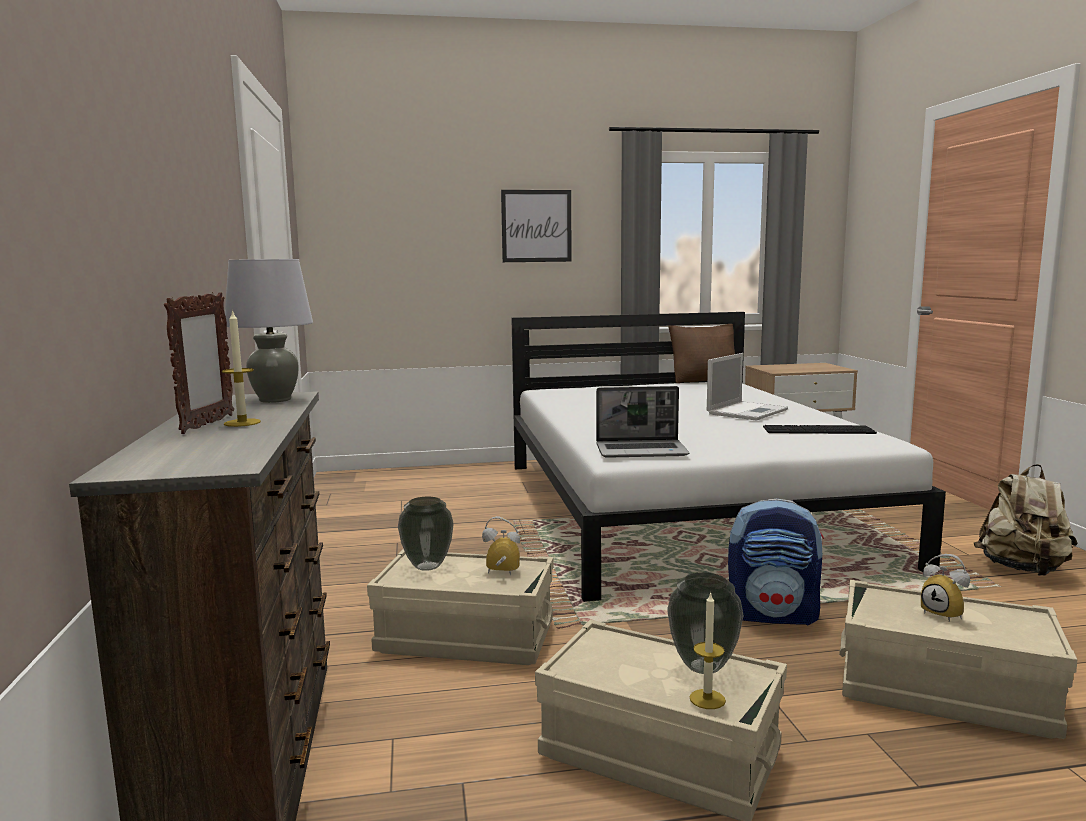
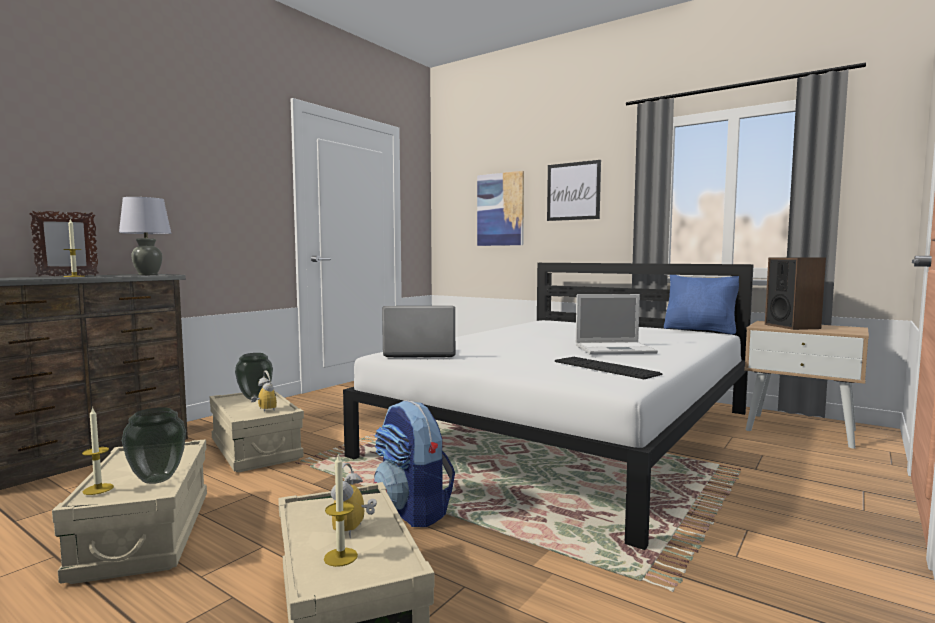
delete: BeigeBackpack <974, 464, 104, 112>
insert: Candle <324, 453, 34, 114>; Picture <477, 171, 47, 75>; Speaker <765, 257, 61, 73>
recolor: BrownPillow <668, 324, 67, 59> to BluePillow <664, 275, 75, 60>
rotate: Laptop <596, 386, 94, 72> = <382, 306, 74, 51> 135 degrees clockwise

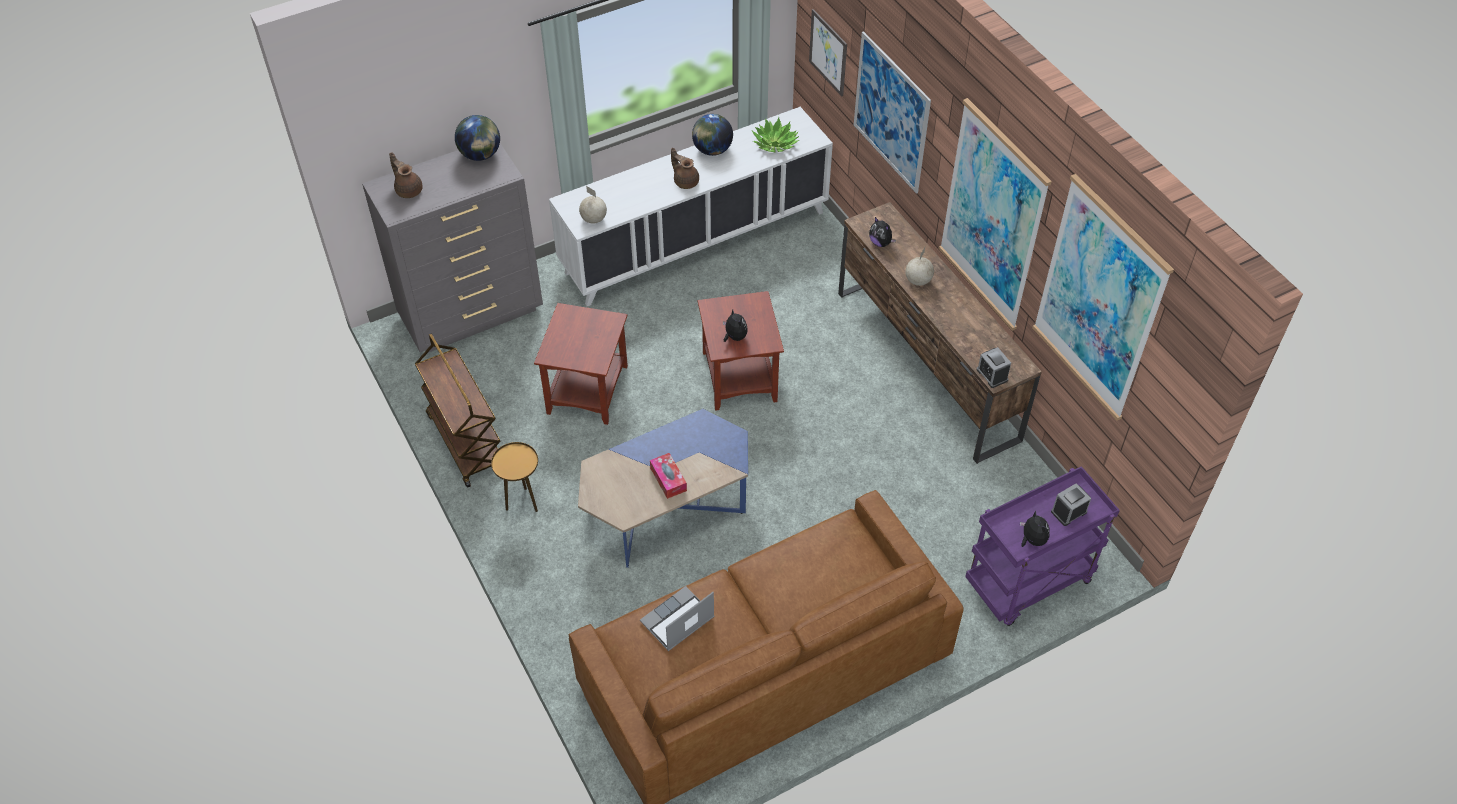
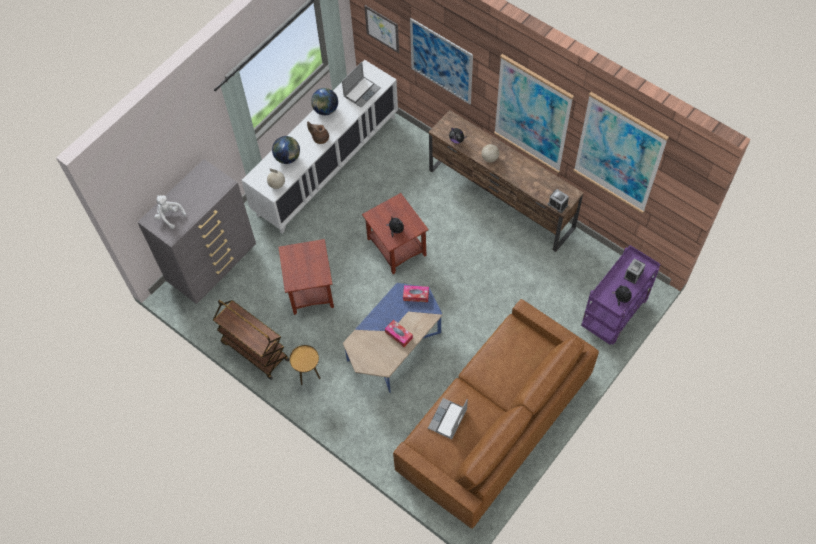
insert: TissueBox <403, 285, 26, 17>
move: Globe <455, 115, 45, 46> to <272, 136, 28, 28>
replace: BrownTeapot <389, 152, 34, 46> to WhitePlushToy <155, 195, 31, 34>; PottedPlant <751, 117, 48, 35> to Laptop <342, 62, 39, 46>

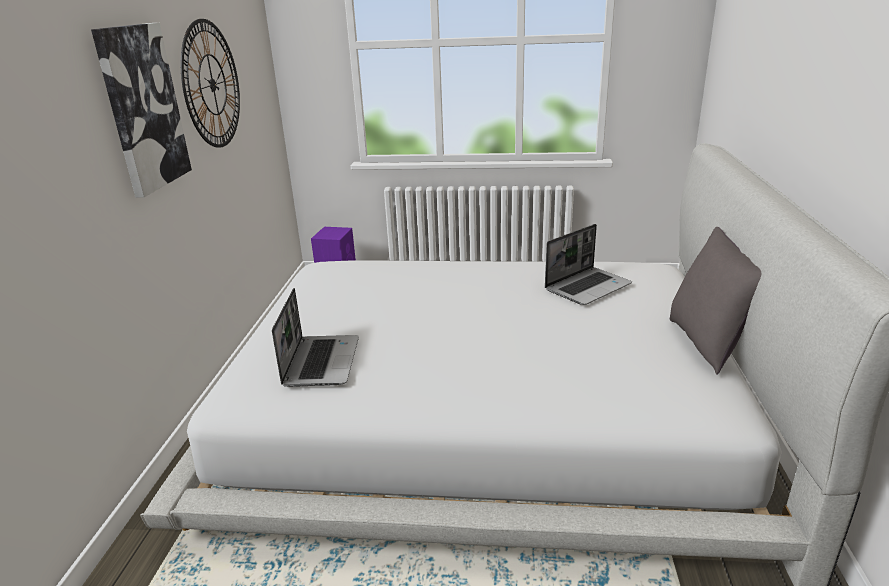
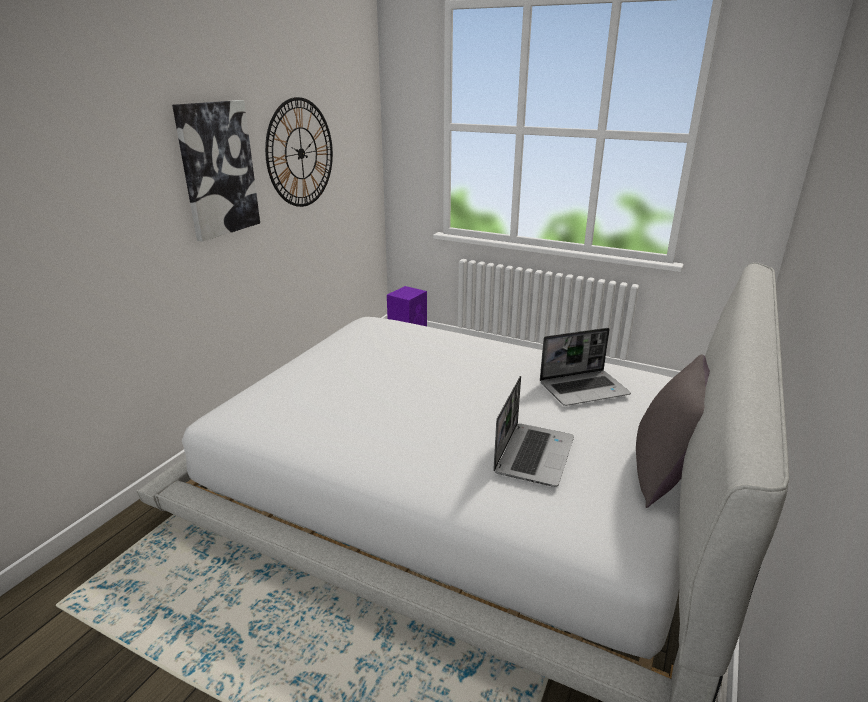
move: Laptop <272, 288, 87, 99> to <493, 376, 81, 111>

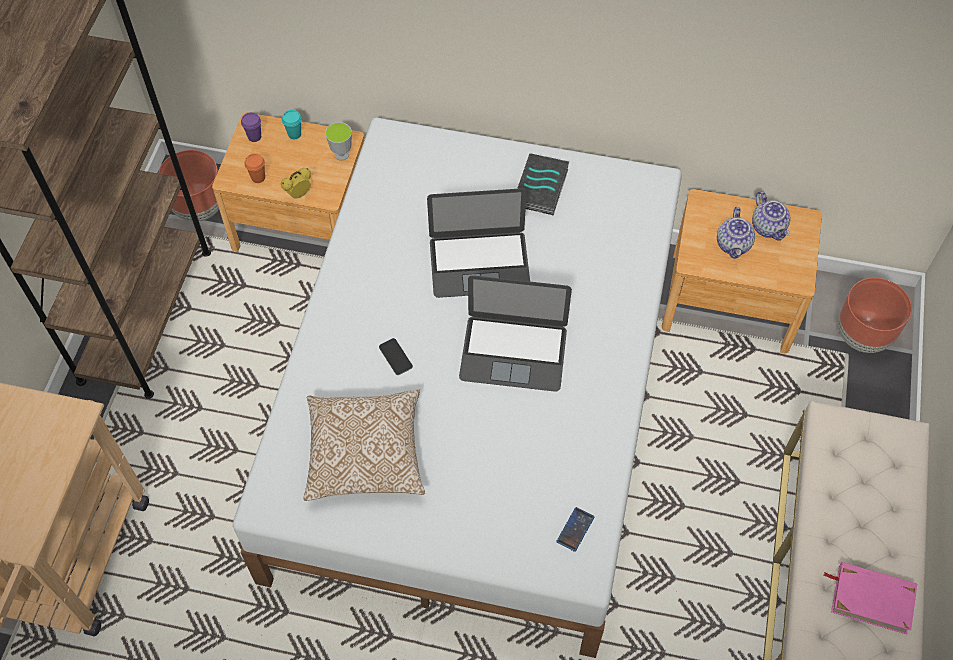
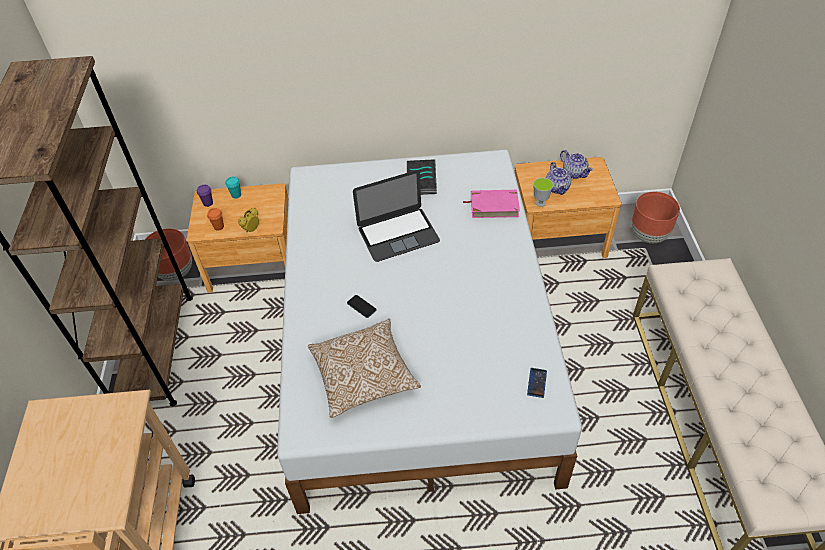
delete: Laptop <459, 275, 113, 117>
move: PinkBook <824, 562, 93, 72> to <463, 190, 57, 28>; Cup <325, 122, 27, 39> to <533, 178, 20, 29>

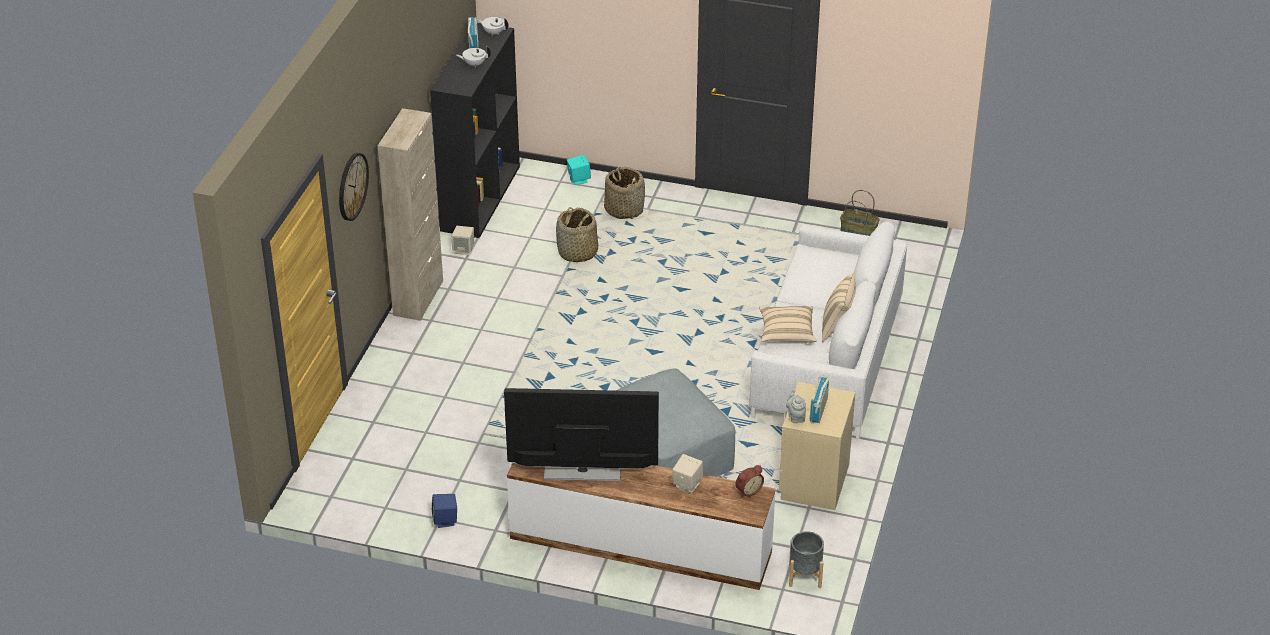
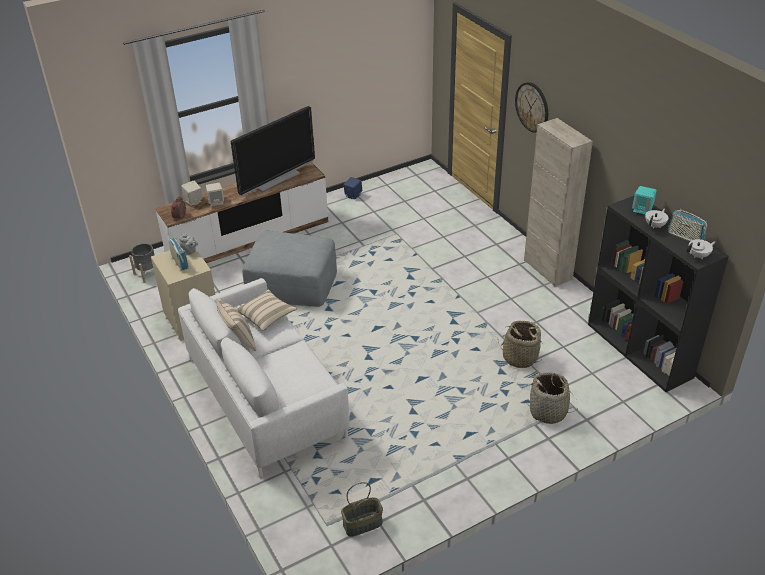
move: BeigeSpeaker <452, 226, 22, 29> to <181, 181, 22, 25>; TurquoiseSpeaker <567, 155, 24, 30> to <632, 186, 25, 29>

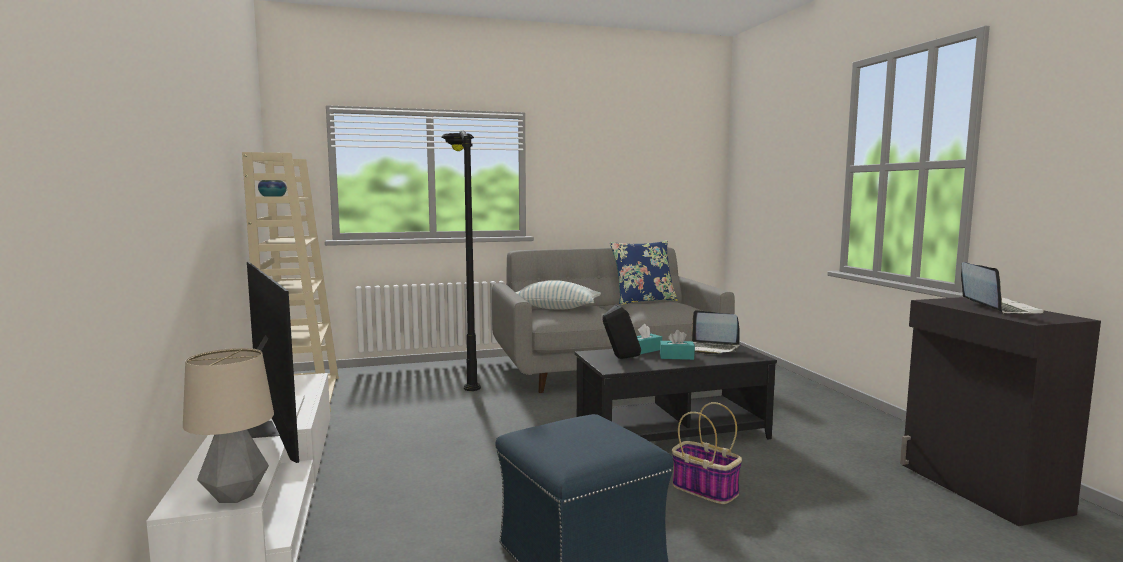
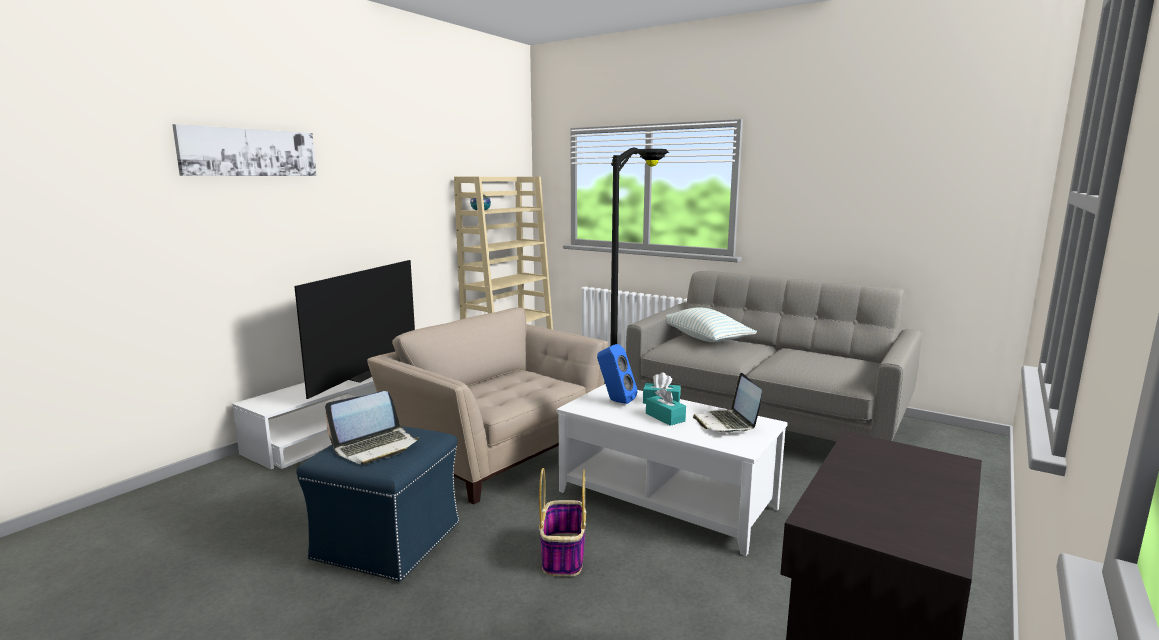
delete: TableLamp <183, 348, 91, 155>; BluePillow <610, 240, 68, 65>
insert: Picture <172, 124, 145, 52>; BeigeArmchair <367, 307, 241, 197>
move: Laptop <961, 262, 84, 52> to <325, 391, 95, 74>
recolor: BlackCoffeeTable <575, 345, 202, 96> to WhiteCoffeeTable <556, 384, 232, 172>; BlackSpeaker <602, 305, 39, 54> to BlueSpeaker <597, 344, 41, 60>

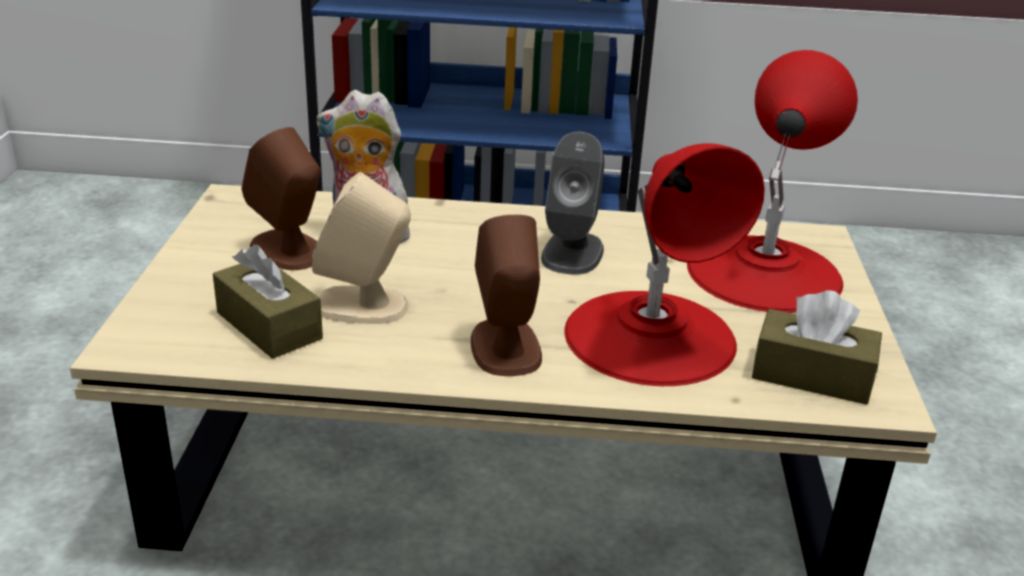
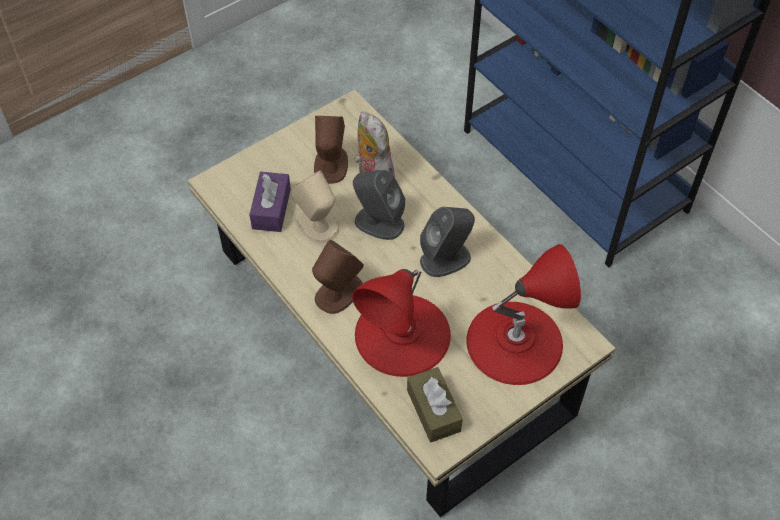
insert: GreySpeaker <353, 170, 52, 70>
recolor: BrownTissueBox <213, 244, 110, 115> to PurpleTissueBox <249, 172, 42, 60>

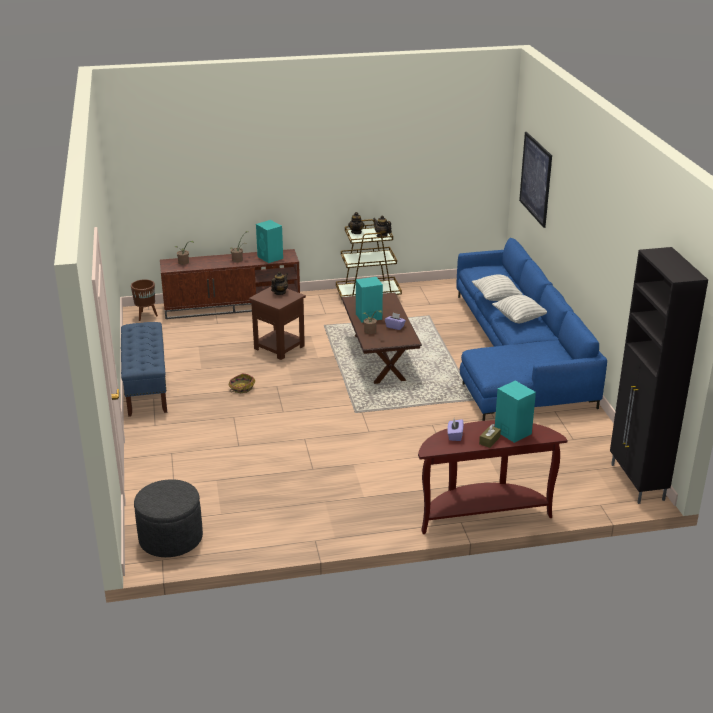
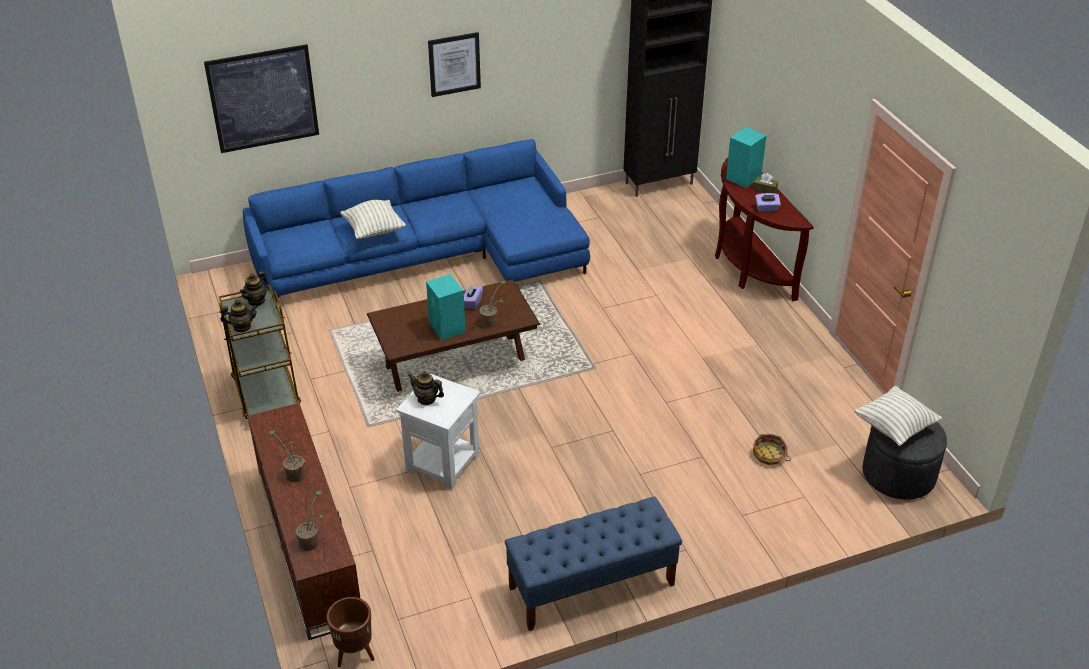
delete: TurquoiseSpeaker <256, 220, 27, 43>
insert: Picture <428, 32, 53, 65>
move: Basket <228, 373, 27, 20> to <753, 434, 38, 31>; Pillow <492, 295, 55, 28> to <854, 386, 88, 60>
recolor: BrownSideTable <249, 287, 57, 73> to WhiteSideTable <396, 373, 84, 116>

